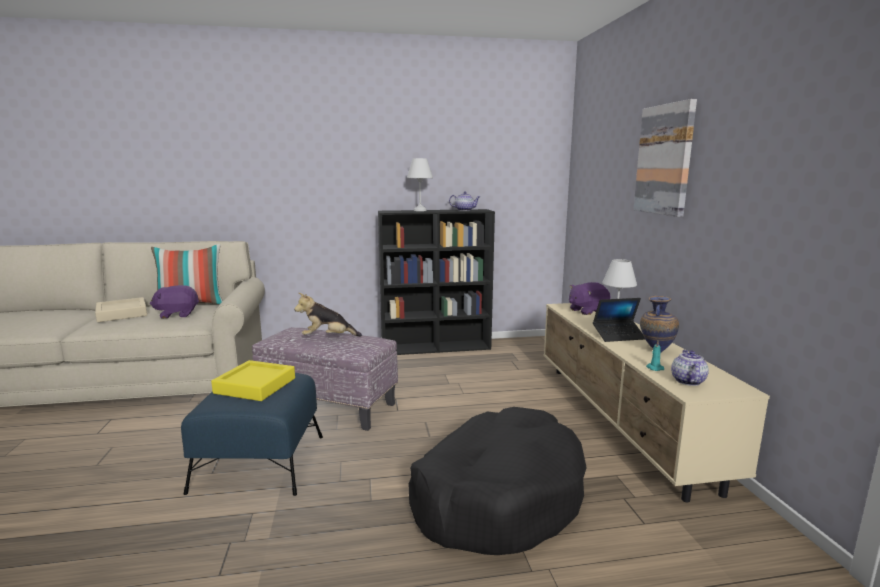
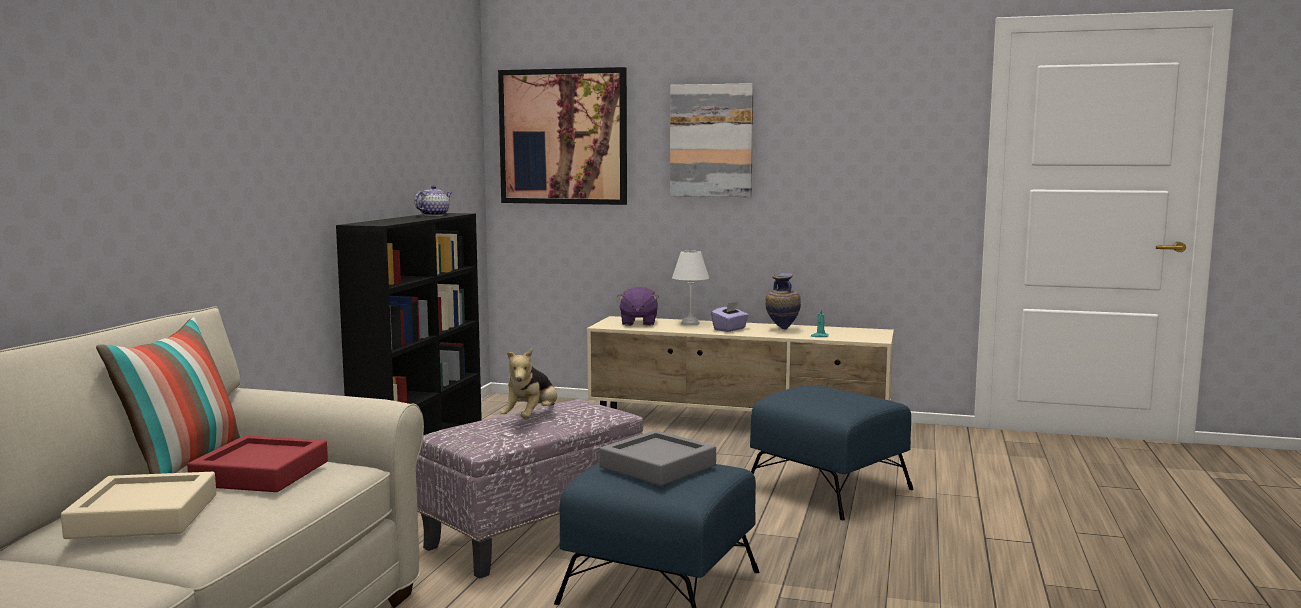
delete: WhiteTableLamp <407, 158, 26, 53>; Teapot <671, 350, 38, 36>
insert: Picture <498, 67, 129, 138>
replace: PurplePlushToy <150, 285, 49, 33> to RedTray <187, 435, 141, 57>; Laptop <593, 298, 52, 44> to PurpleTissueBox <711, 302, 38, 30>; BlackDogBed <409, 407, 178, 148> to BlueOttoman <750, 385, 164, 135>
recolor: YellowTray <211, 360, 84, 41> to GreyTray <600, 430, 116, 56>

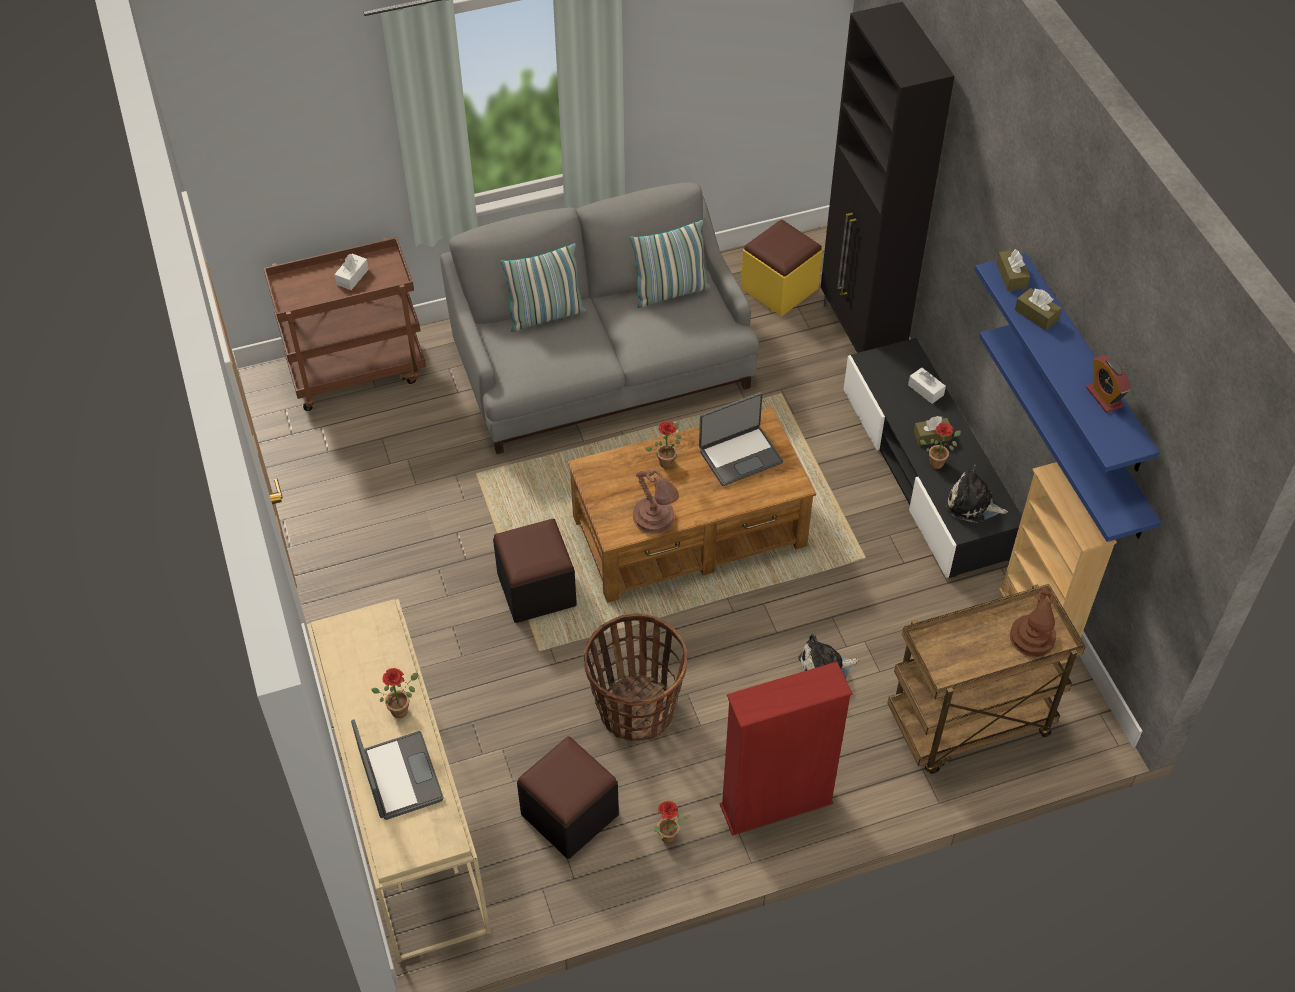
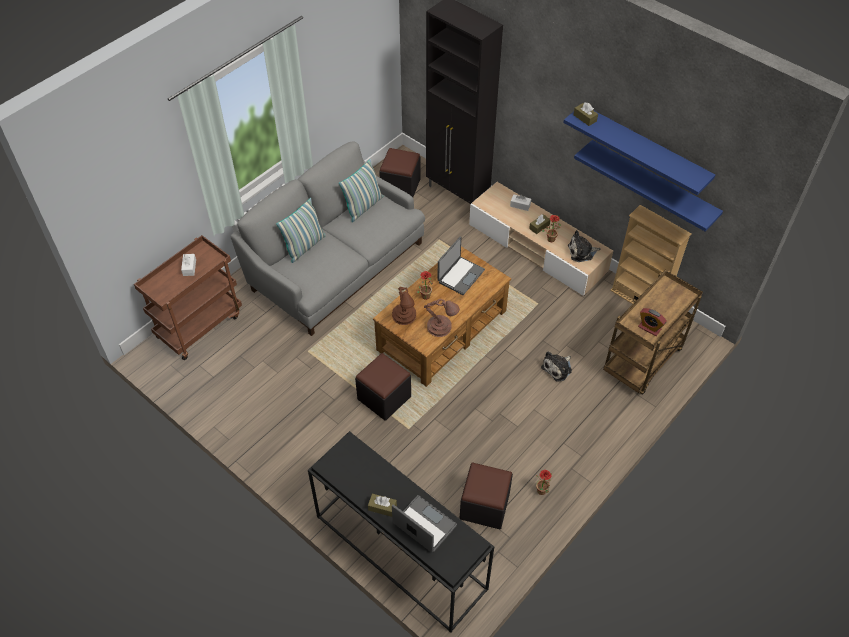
delete: PottedPlant <372, 668, 46, 50>; Basket <584, 613, 103, 129>; RedBookcase <720, 662, 133, 173>
move: BrownTissueBox <1015, 288, 47, 43> to <368, 494, 29, 23>; BrownTableLamp <1010, 586, 46, 71> to <392, 287, 24, 38>; AlarmClock <1086, 355, 45, 58> to <638, 308, 29, 28>
recolor: BeigeConsoleTable <307, 599, 184, 364> to BlackConsoleTable <308, 431, 186, 202>; YellowOttoman <741, 220, 81, 96> to BlackOttoman <379, 148, 42, 49>; BlackTvStand <843, 338, 179, 240> to BeigeTvStand <469, 182, 144, 114>

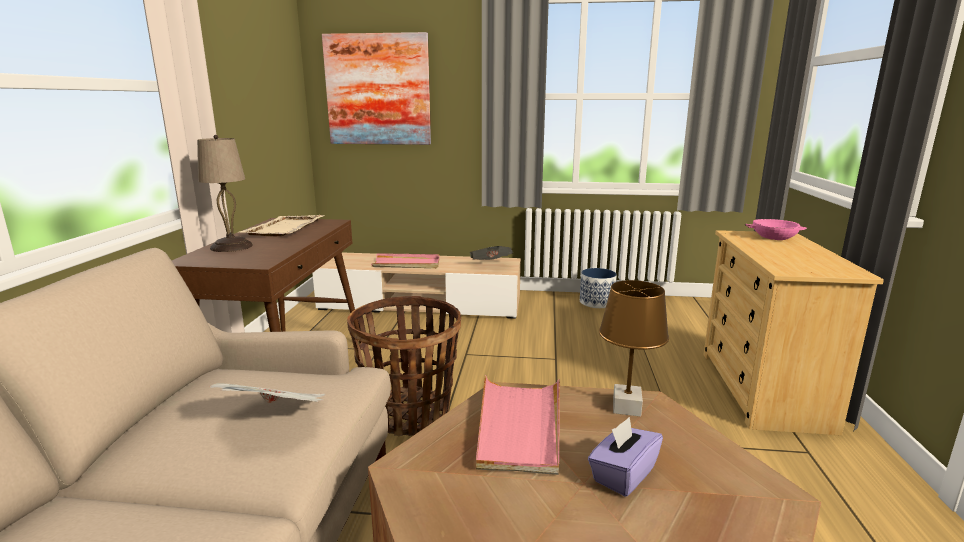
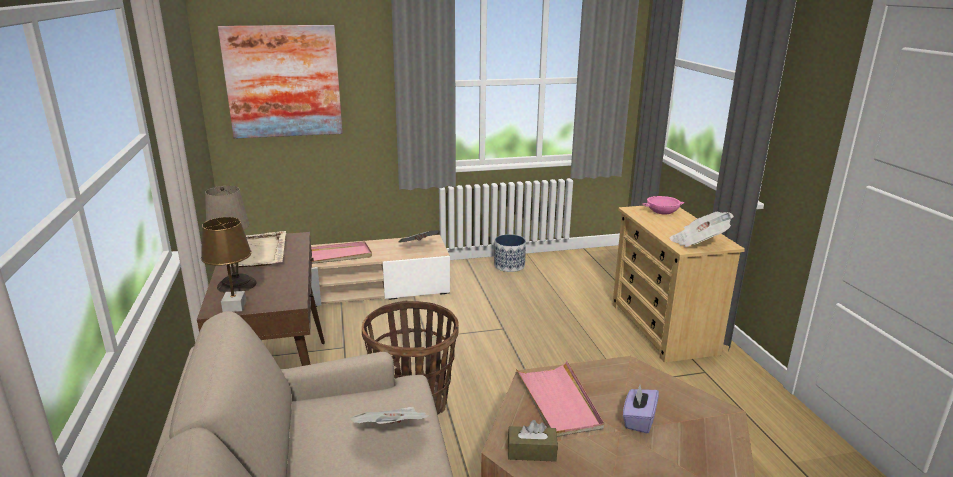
insert: BrownTissueBox <508, 420, 50, 42>; Newspaper <669, 212, 65, 35>
move: BrownTableLamp <599, 280, 70, 137> to <201, 217, 51, 95>

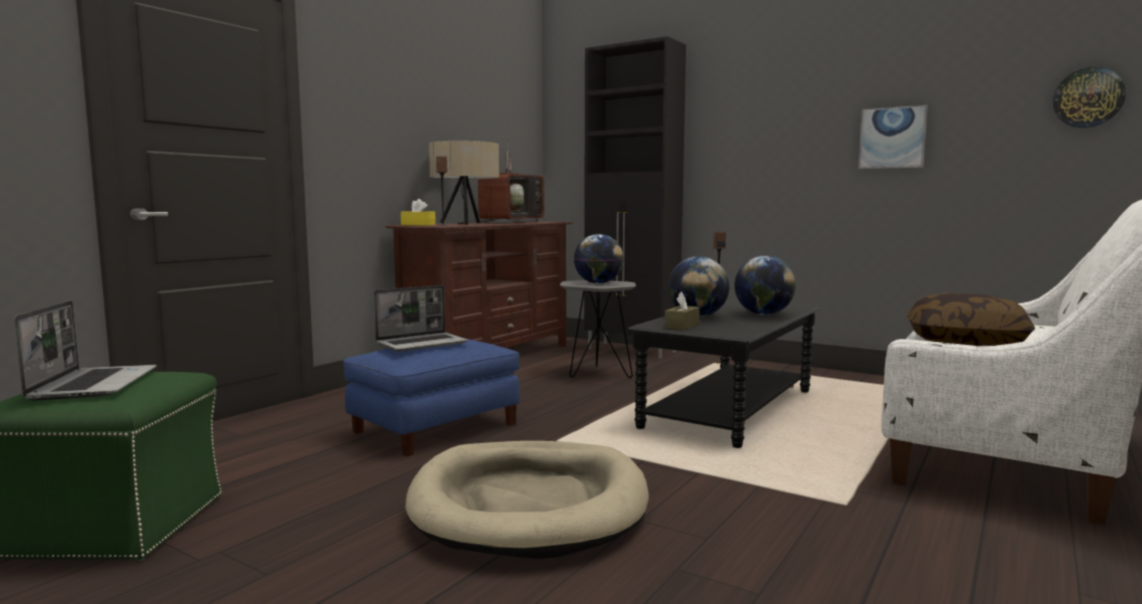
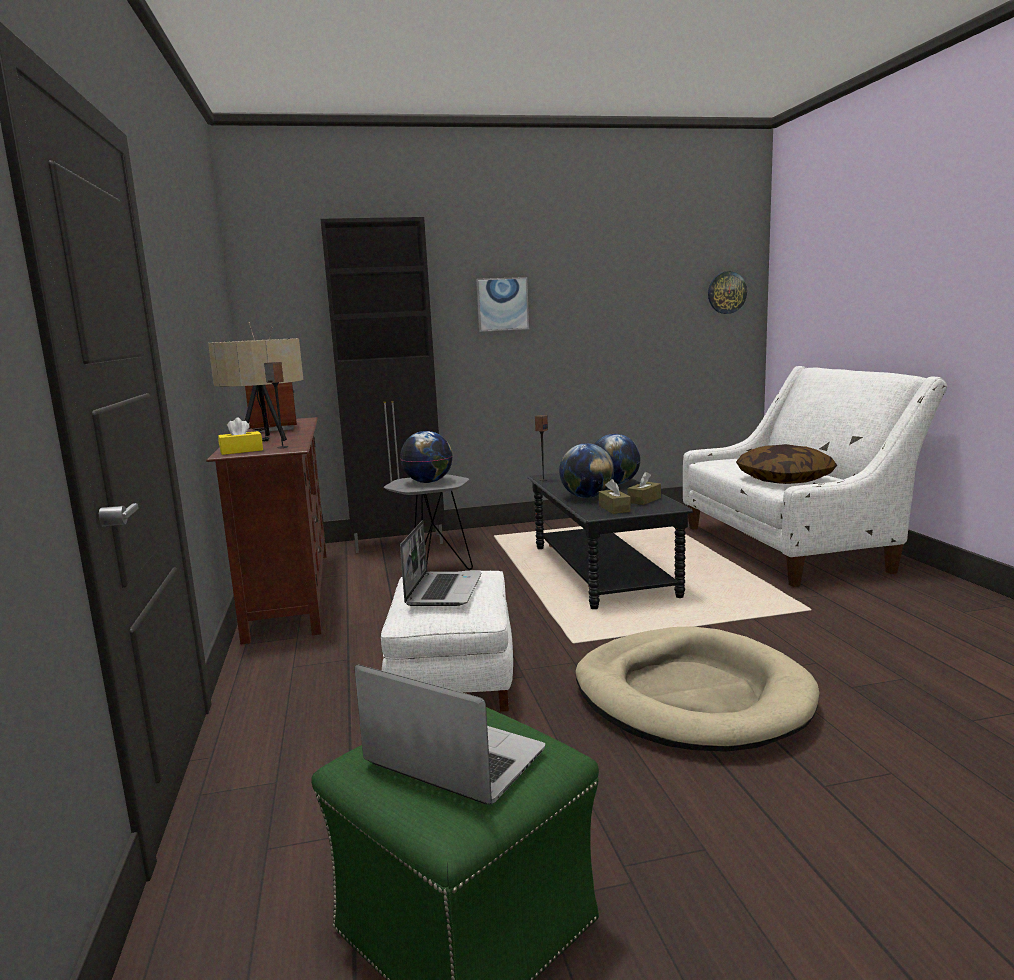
insert: BrownTissueBox <627, 472, 34, 33>
move: Picture <858, 105, 70, 64> to <476, 277, 53, 55>
recolor: BlueOttoman <343, 339, 177, 118> to WhiteOttoman <381, 571, 132, 141>

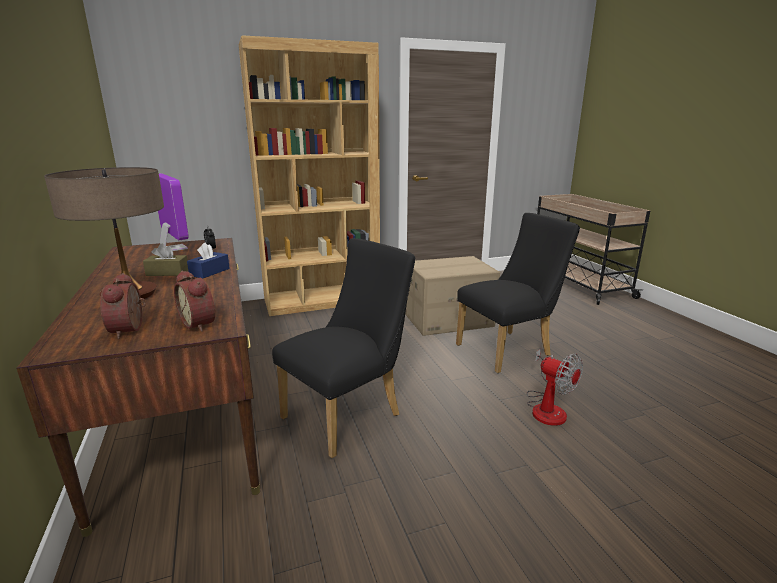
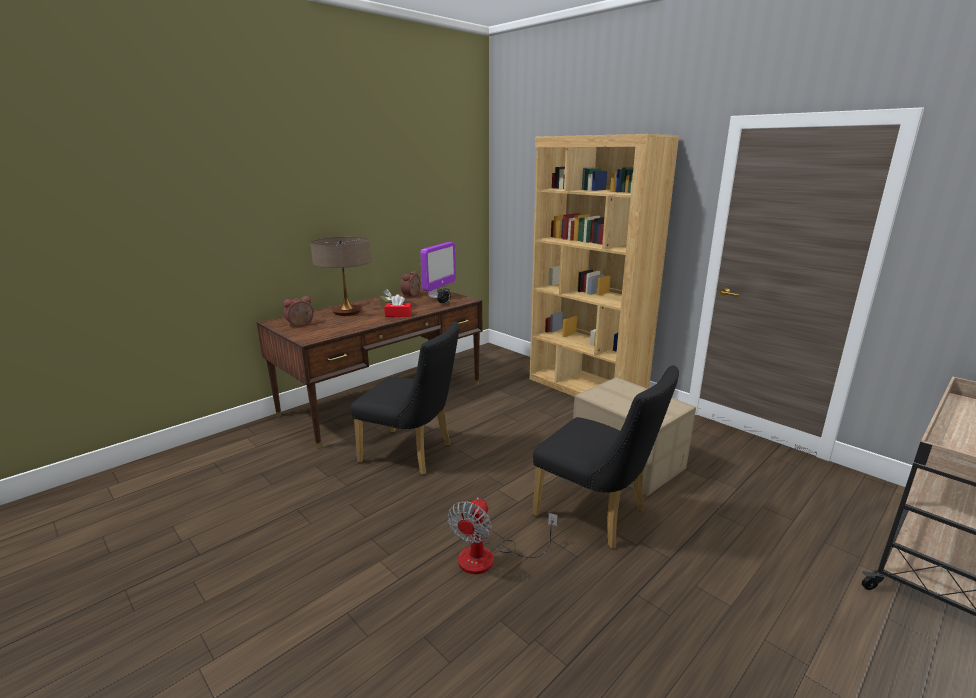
move: AlarmClock <174, 271, 41, 61> to <401, 271, 20, 27>
recolor: BlueTissueBox <187, 242, 43, 37> to RedTissueBox <384, 294, 28, 23>

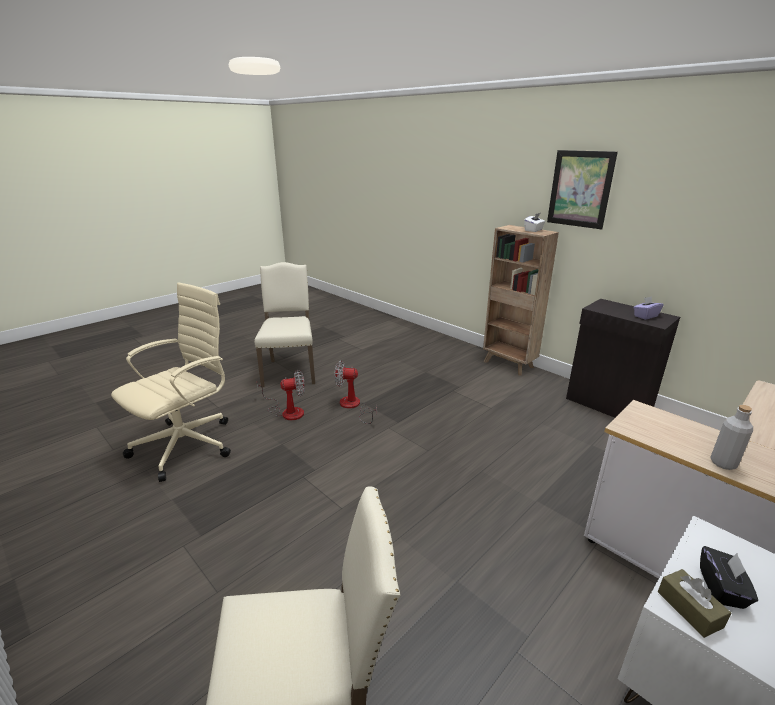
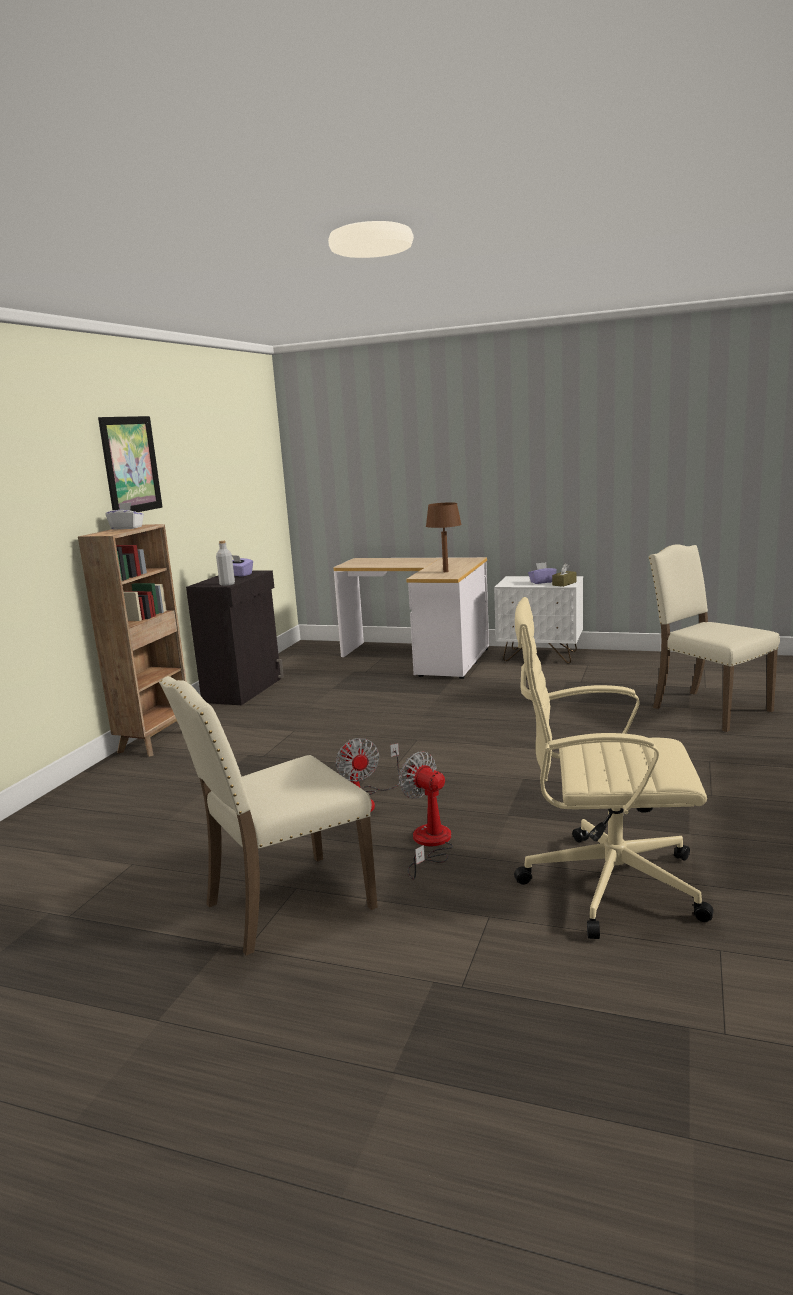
insert: BrownTableLamp <426, 502, 36, 70>
move: GreyBottle <711, 405, 42, 65> to <216, 541, 19, 45>
recolor: BlackTissueBox <700, 546, 58, 63> to PurpleTissueBox <528, 562, 29, 22>

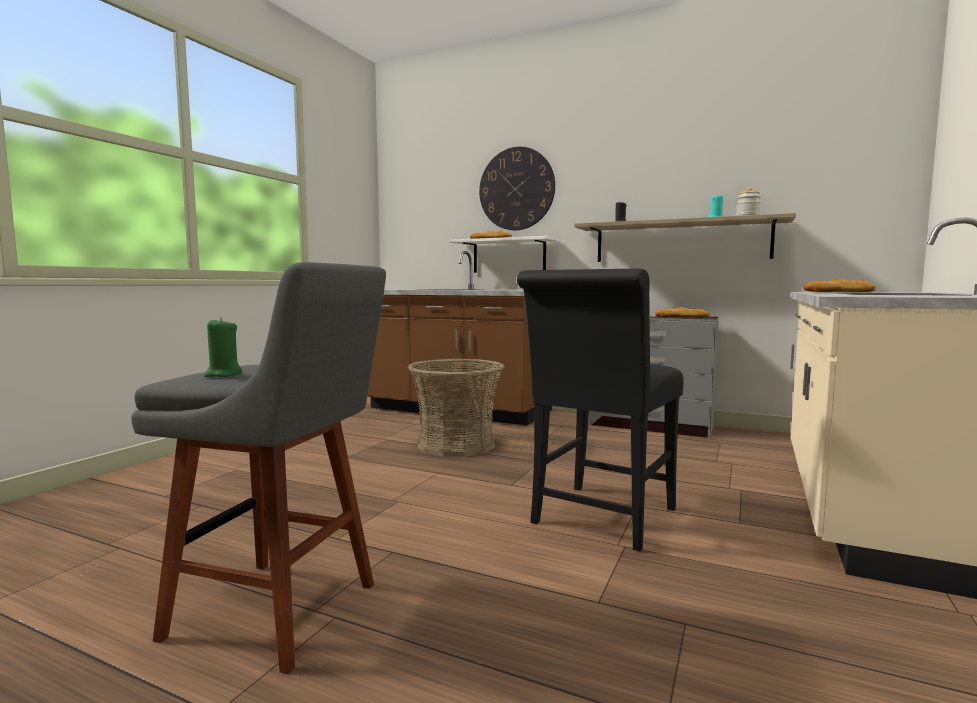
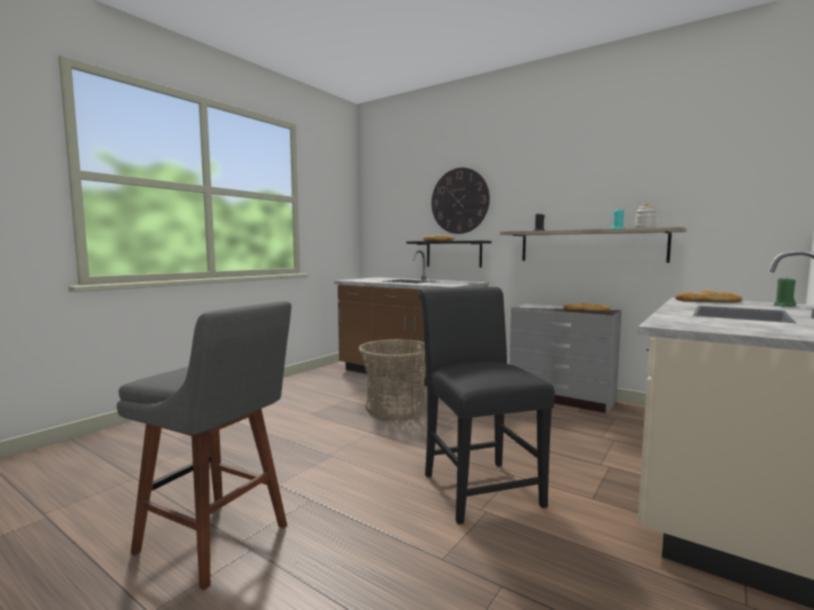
move: GreenCandle <204, 317, 38, 60> to <774, 277, 22, 30>
recolor: WhiteShelf <449, 236, 109, 37> to BlackShelf <406, 240, 85, 28>
rotate: BlackChair <517, 269, 167, 283> = <418, 287, 137, 237> 120 degrees clockwise

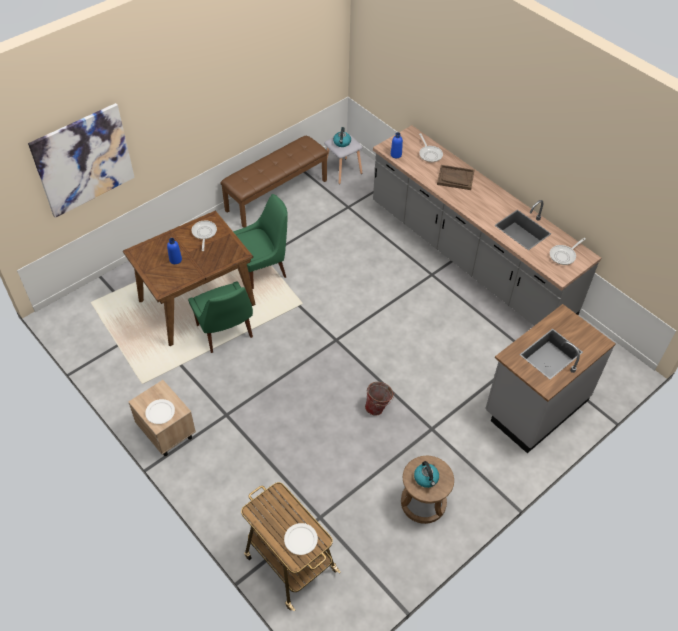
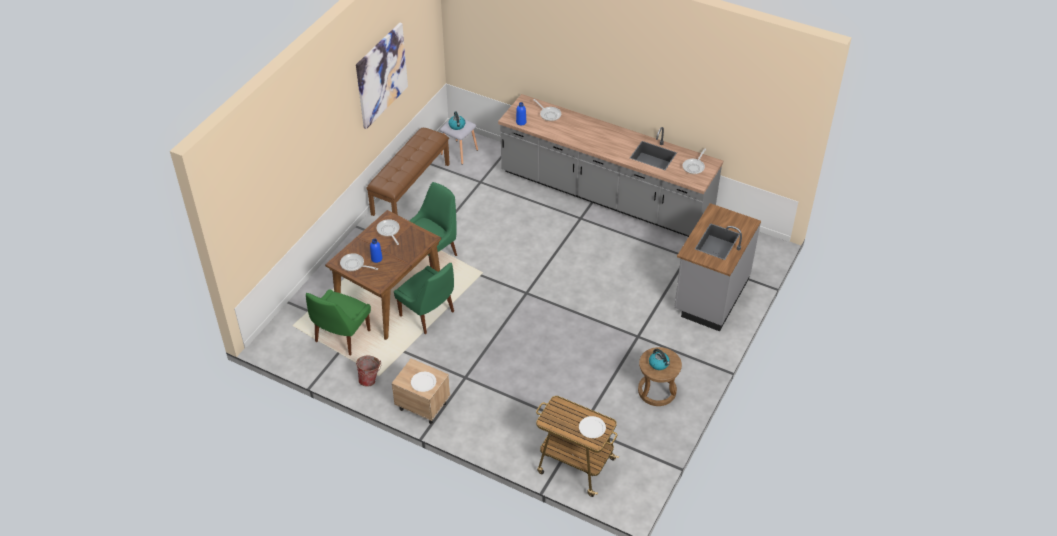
delete: BrownTray <437, 165, 38, 25>
insert: GreenChair <306, 289, 65, 66>; FryingPan <340, 253, 38, 18>
move: Picture <28, 103, 107, 115> to <356, 23, 52, 106>; Bucket <365, 382, 29, 34> to <356, 356, 25, 31>

